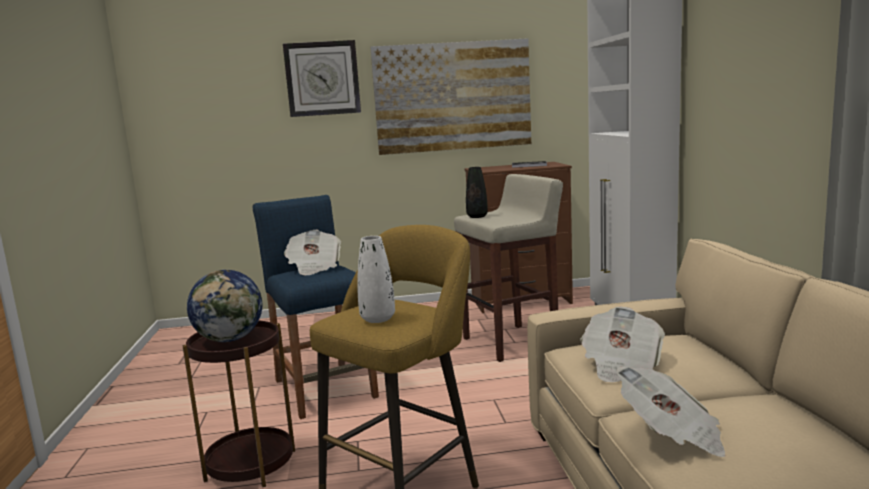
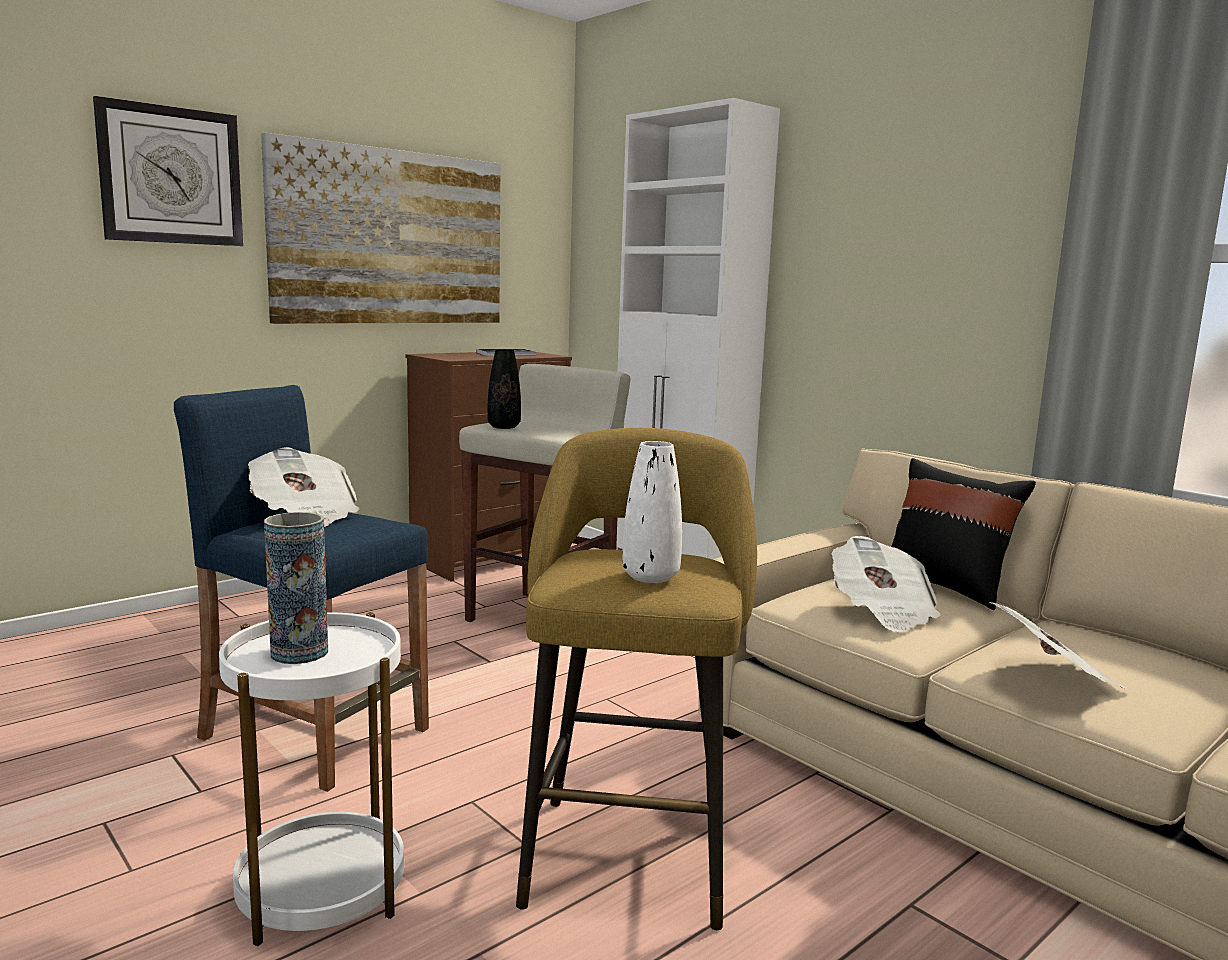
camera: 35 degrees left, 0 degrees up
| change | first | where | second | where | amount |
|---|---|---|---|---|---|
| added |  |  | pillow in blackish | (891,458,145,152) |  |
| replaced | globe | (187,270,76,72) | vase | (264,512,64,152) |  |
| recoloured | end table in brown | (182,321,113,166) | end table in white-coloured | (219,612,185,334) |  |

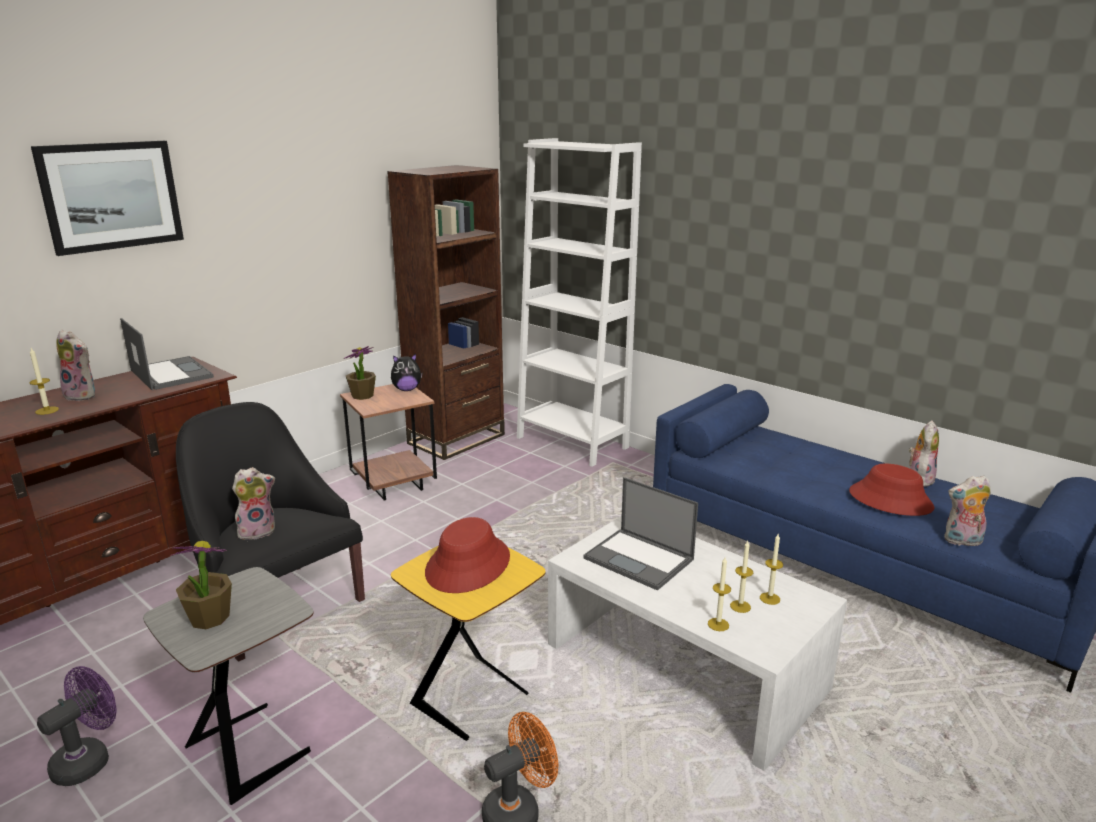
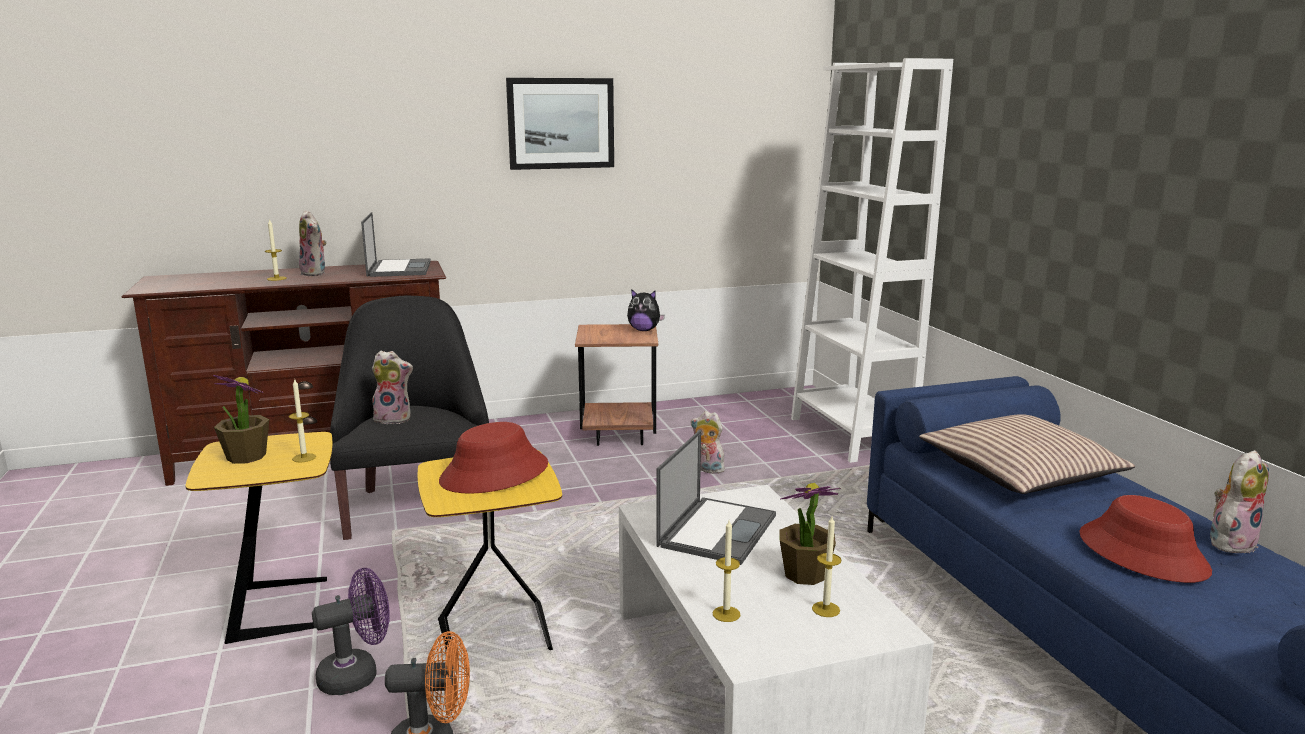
camera: 30 degrees right, 5 degrees down
| change | first | where | second | where | amount |
|---|---|---|---|---|---|
| removed | bookcase in brown | (387,165,118,295) |  |  |  |
| added |  |  | pillow | (919,414,216,80) |  |
| moved | wall picture | (31,141,153,115) |  | (506,78,108,92) |  |
| moved | cooling fan in purple-coloured | (37,666,80,120) |  | (312,568,78,127) |  |
| moved | potted plant | (344,346,32,54) |  | (779,483,62,102) |  |
| moved | wax light | (730,541,23,72) |  | (289,378,27,85) |  |
| moved | cuddly toy | (944,476,47,70) |  | (691,411,34,63) |  |
| recoloured | end table in greyish | (143,567,170,238) | end table in yellowish | (185,432,148,212) |  |
| turned | portable computer | (583,477,115,114) |  | (656,430,120,135) | 135 degrees counterclockwise |

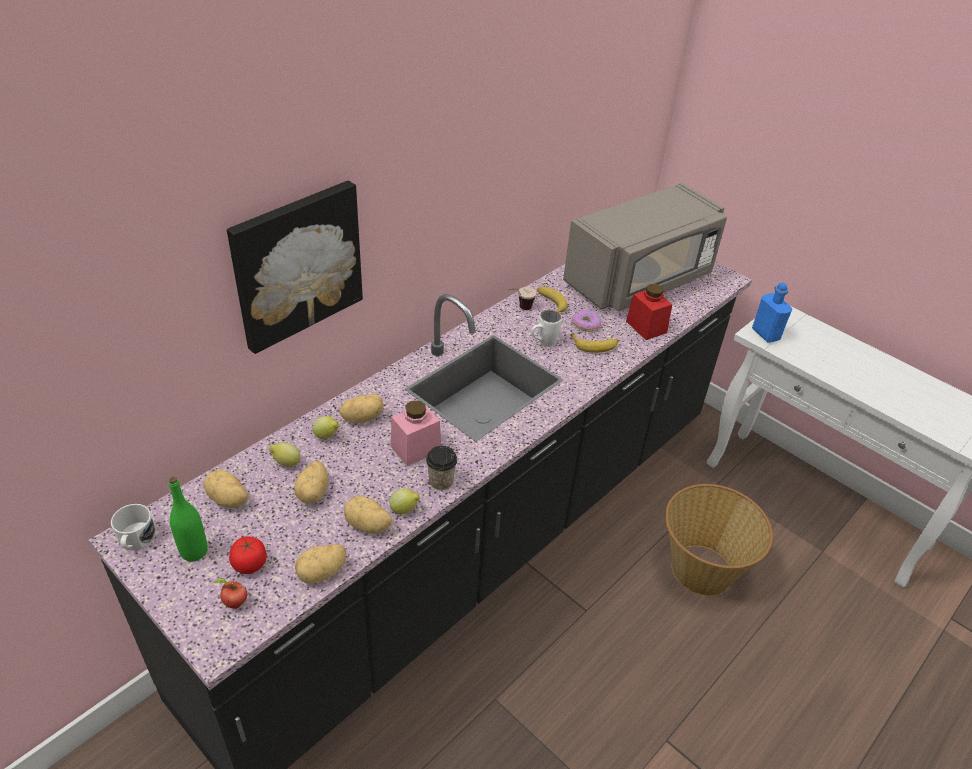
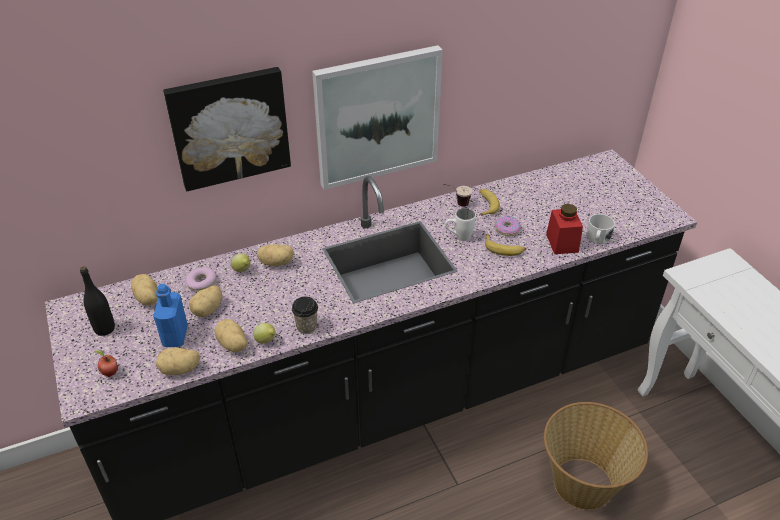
camera: 25 degrees right, 0 degrees up
| change | first | where | second | where | amount |
|---|---|---|---|---|---|
| removed | tomato | (229,536,38,38) |  |  |  |
| removed | storage jar in pinkish | (391,400,50,66) |  |  |  |
| removed | microwave oven in greyish | (563,183,164,128) |  |  |  |
| added |  |  | wall picture | (312,45,131,145) |  |
| moved | coffee mug in white-coloured | (111,504,45,46) |  | (586,214,29,30) |  |
| moved | bottle in bluish | (752,283,40,60) |  | (153,284,35,63) |  |
| replaced | citrus fruit | (269,442,31,25) | ring doughnut | (186,267,31,25) |  |
| recoloured | bottle in green-coloured | (169,477,39,84) | bottle in blackish | (80,266,35,70) |  |

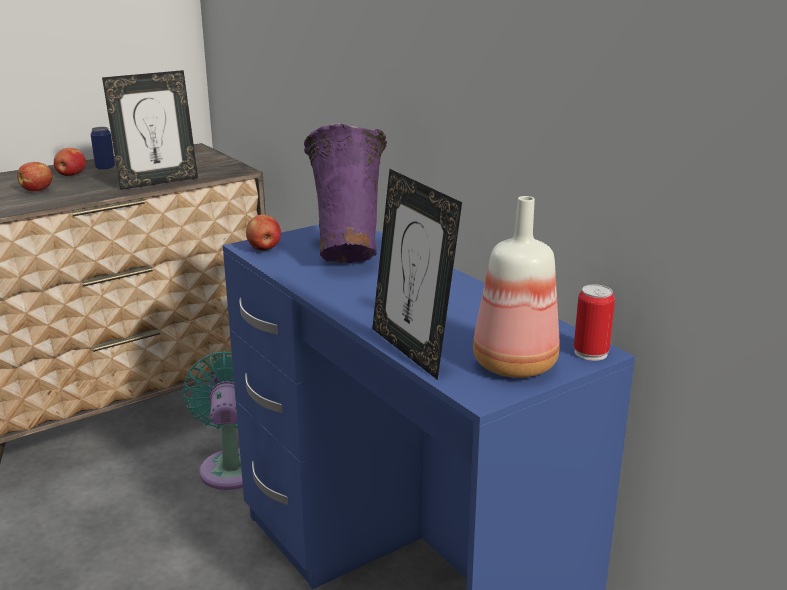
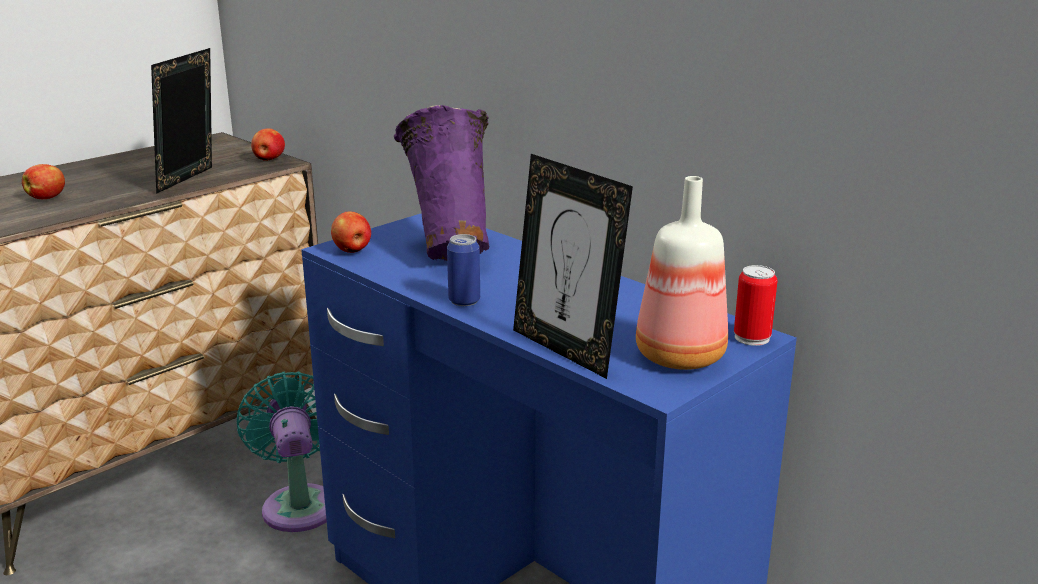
camera: 10 degrees left, 0 degrees up
| change | first | where | second | where | amount |
|---|---|---|---|---|---|
| moved | apple fruit | (54,148,32,28) |  | (251,128,34,33) |  |
| moved | sealed can | (90,127,25,43) |  | (447,234,33,72) |  |
| turned | photo frame | (102,70,96,120) |  | (151,48,61,146) | 150 degrees clockwise |

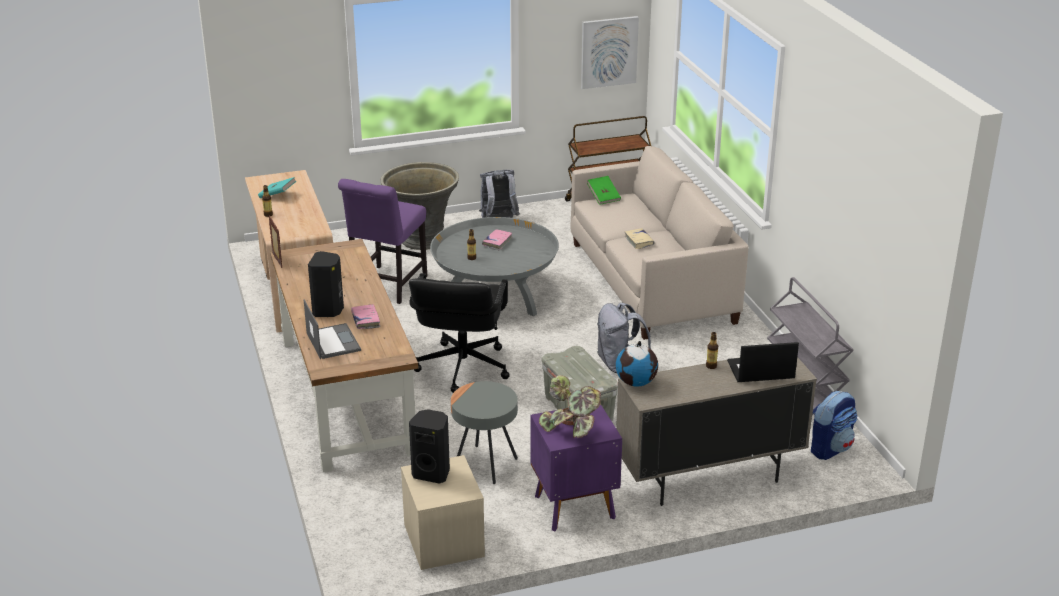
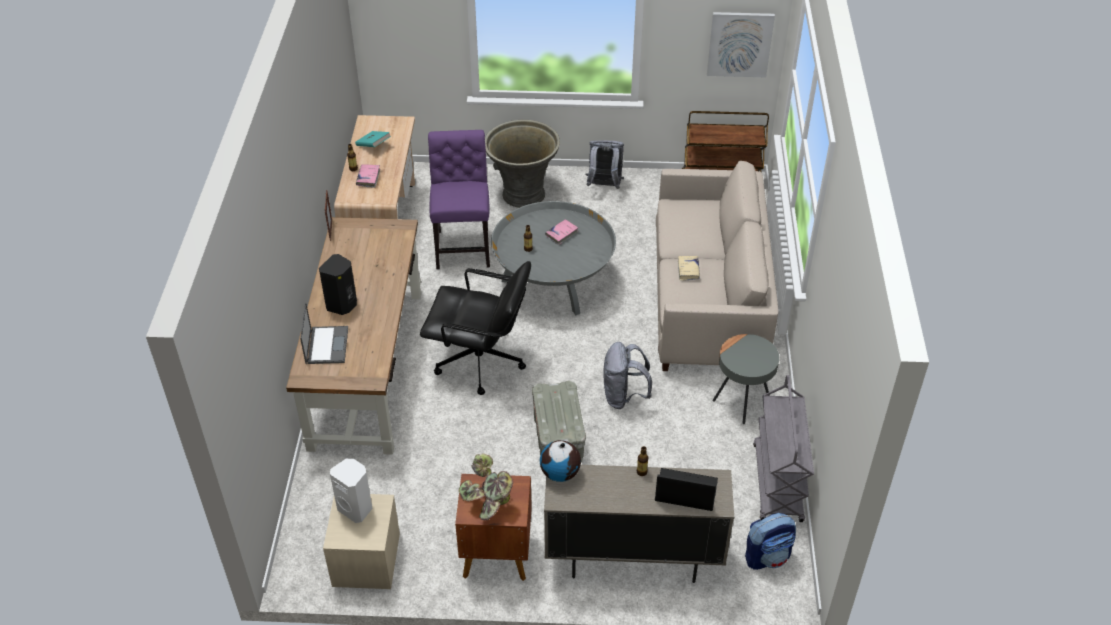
camera: 20 degrees right, 15 degrees up
| change | first | where | second | where | amount |
|---|---|---|---|---|---|
| removed | volume in green-coloured | (587,176,34,29) |  |  |  |
| moved | volume in pinkish | (351,304,29,25) |  | (356,164,24,24) |  |
| moved | end table in greyish | (451,381,67,103) |  | (713,334,66,90) |  |
| recoloured | speaker in blackish | (409,409,41,75) | speaker in white-coloured | (330,459,43,64) |  |
| recoloured | night table in purple-coloured | (530,404,92,127) | night table in brown | (455,474,77,107) |  |
| turned | upright chair in purple-coloured | (338,179,89,125) |  | (428,130,62,140) | 135 degrees clockwise |
| turned | computer chair in blackish | (409,273,101,120) |  | (420,261,111,134) | 105 degrees counterclockwise |

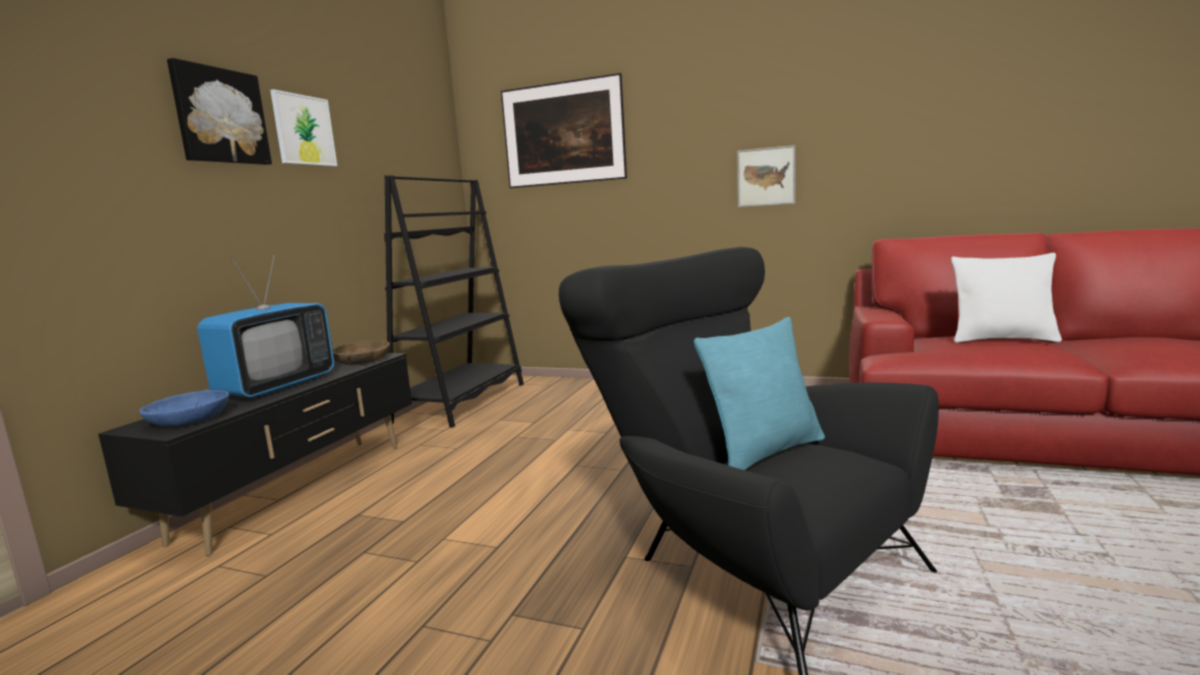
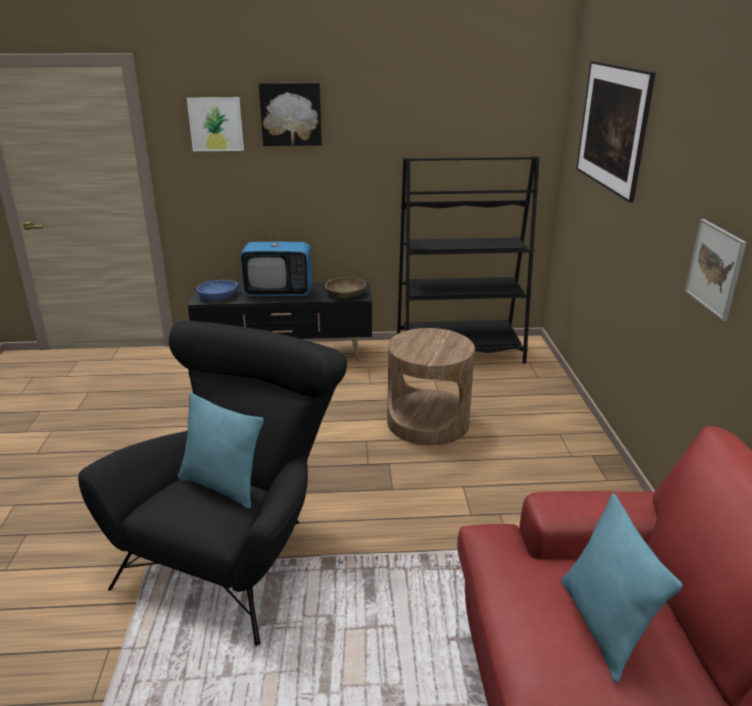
camera: 65 degrees right, 15 degrees up
| change | first | where | second | where | amount |
|---|---|---|---|---|---|
| added |  |  | end table in brown | (387,328,88,117) |  |
| moved | wall picture | (270,89,67,78) |  | (187,97,57,54) |  |
| recoloured | pillow in white-coloured | (951,253,111,90) | pillow in turquoise | (561,493,122,190) |  |

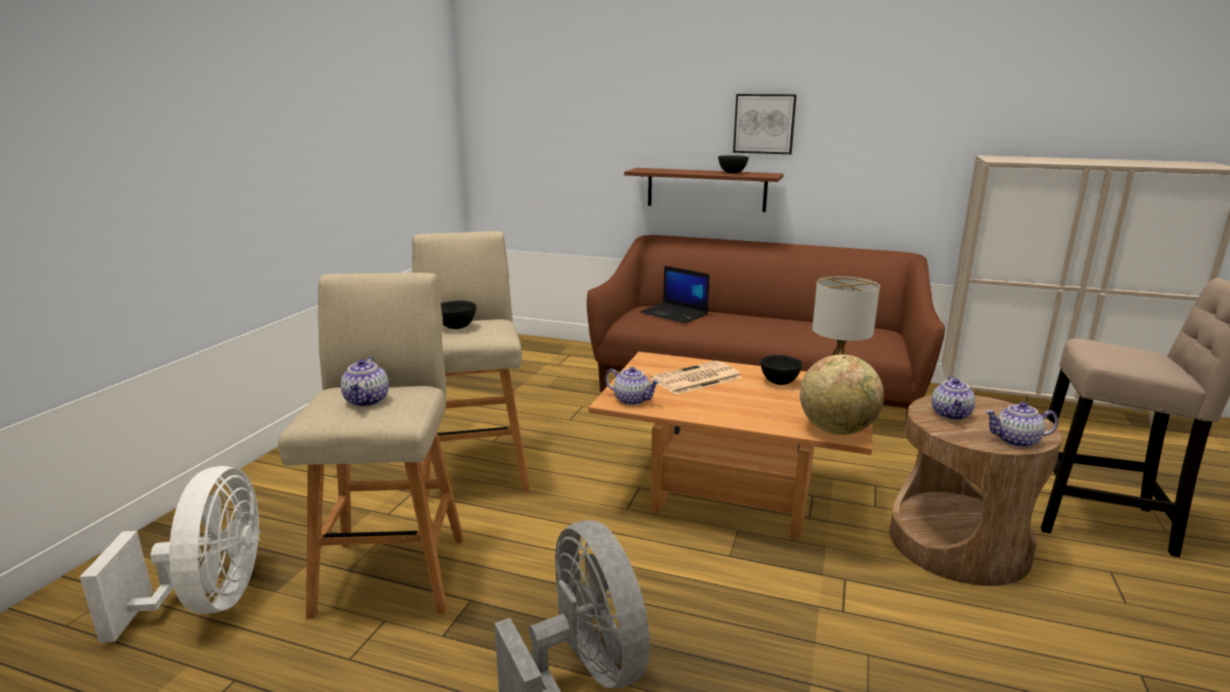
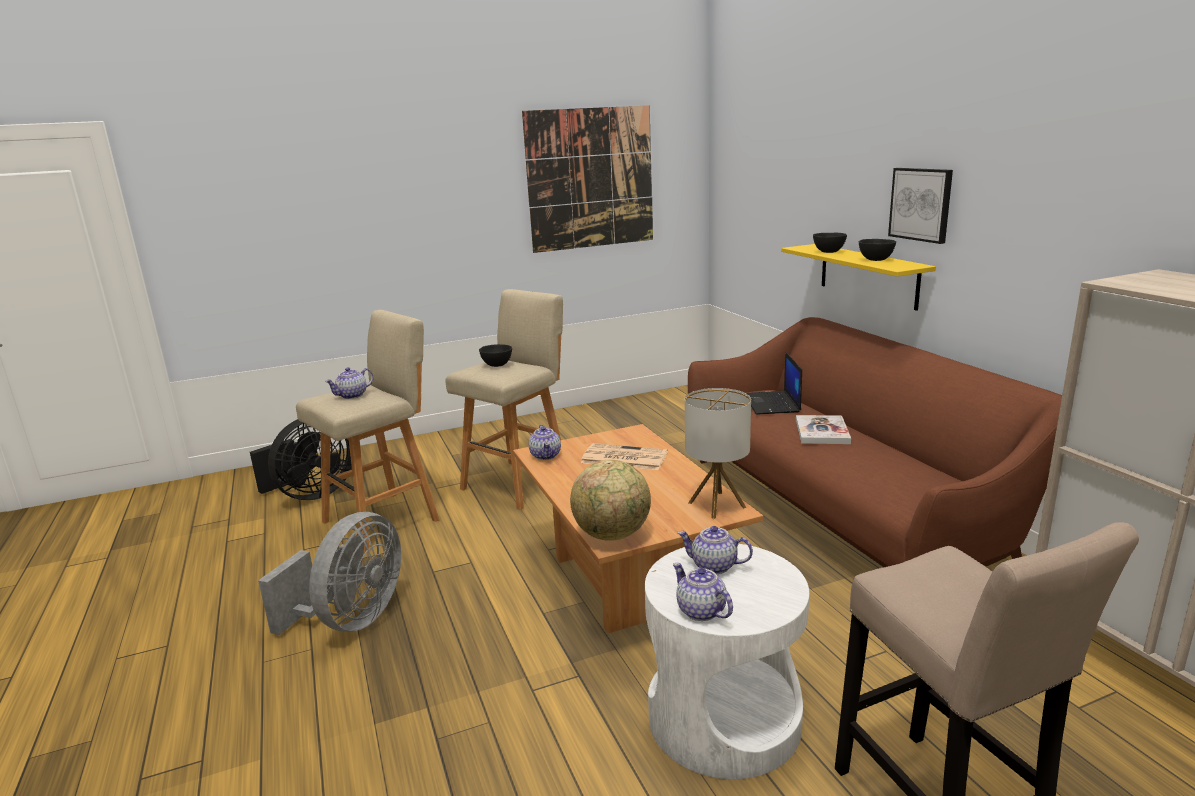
camera: 50 degrees right, 0 degrees up
| change | first | where | second | where | amount |
|---|---|---|---|---|---|
| added |  |  | wall picture | (522,105,131,148) |  |
| added |  |  | volume | (796,415,55,29) |  |
| moved | deep dish in blackish | (760,355,43,30) |  | (813,233,34,20) |  |
| recoloured | cooling fan in white-coloured | (80,466,180,177) | cooling fan in blackish | (250,419,102,81) |  |
| recoloured | wall shelf in brown | (624,168,159,44) | wall shelf in yellowish | (781,244,155,67) |  |
| recoloured | end table in brown | (889,395,173,191) | end table in white-coloured | (645,544,164,235) |  |
| turned | pot for tea | (931,376,44,44) |  | (678,526,75,48) | 45 degrees clockwise |

